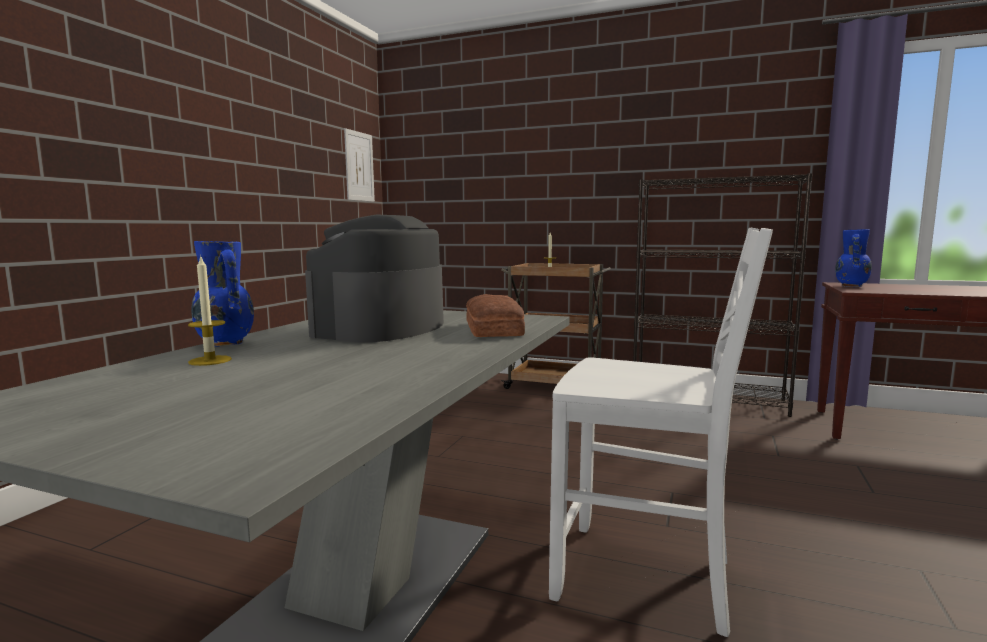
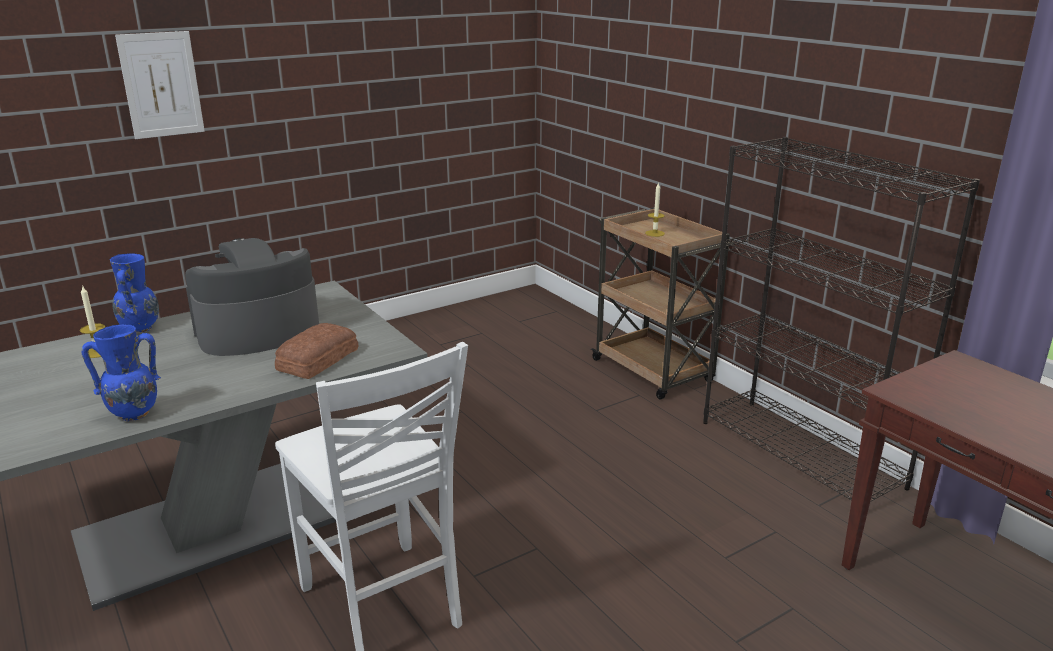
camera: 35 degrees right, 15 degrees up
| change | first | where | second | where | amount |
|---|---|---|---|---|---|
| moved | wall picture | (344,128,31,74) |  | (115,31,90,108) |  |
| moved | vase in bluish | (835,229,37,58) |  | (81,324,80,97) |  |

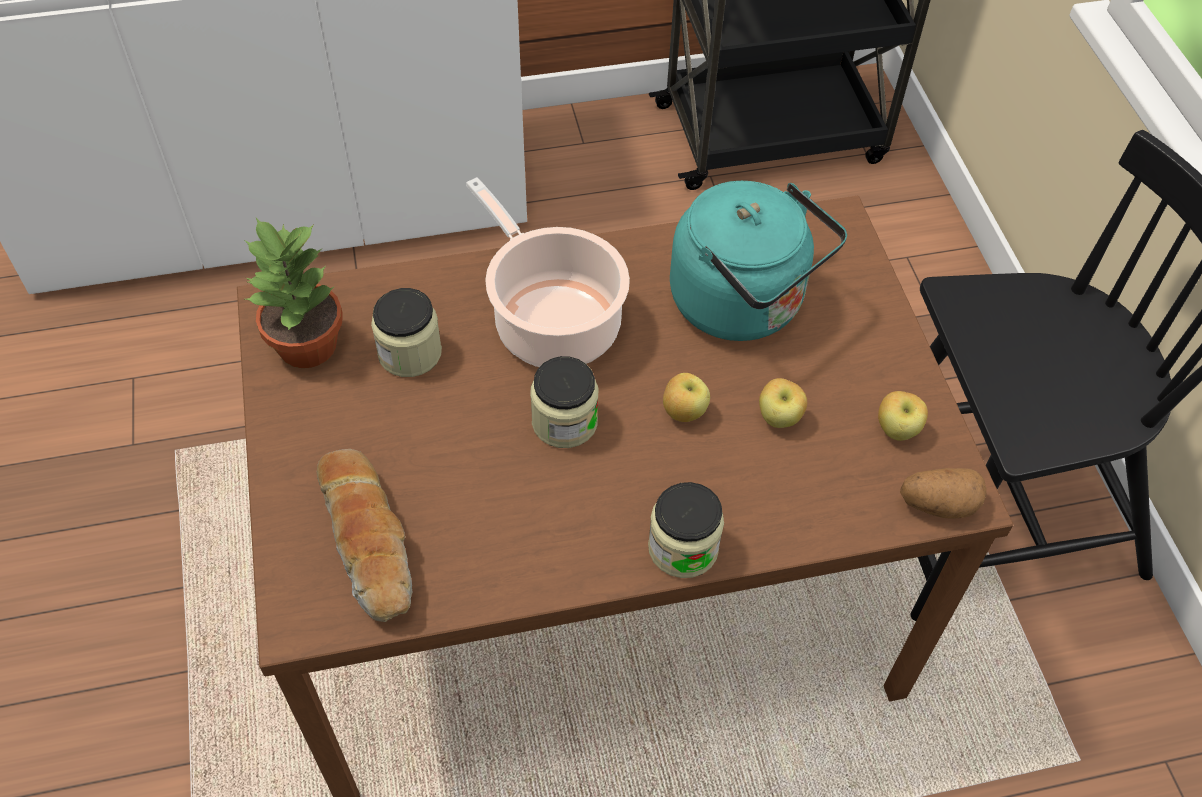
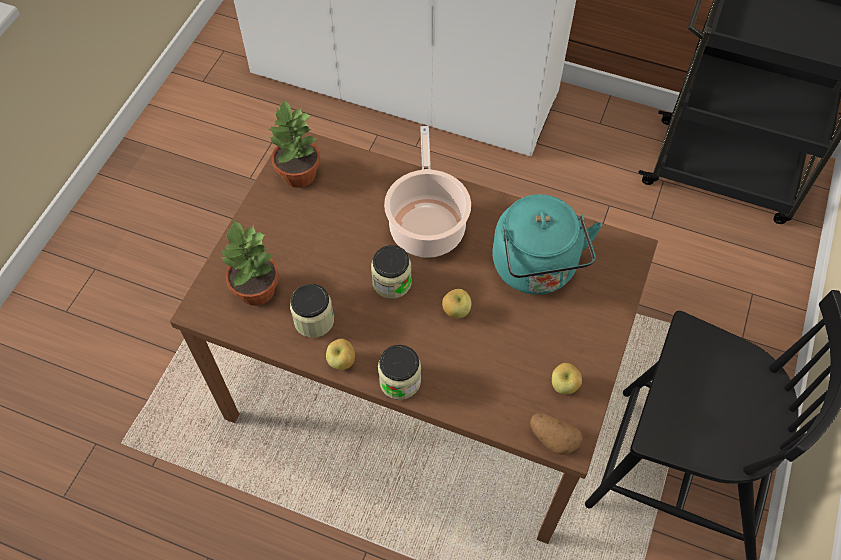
camera: 35 degrees right, 5 degrees up
| change | first | where | second | where | amount |
|---|---|---|---|---|---|
| moved | storage jar | (371,288,71,89) |  | (290,284,44,54) |  |
| moved | apple fruit | (759,378,48,50) |  | (326,339,29,31) |  |
| replaced | baked bread | (317,449,95,173) | potted plant | (219,220,60,86) |  |

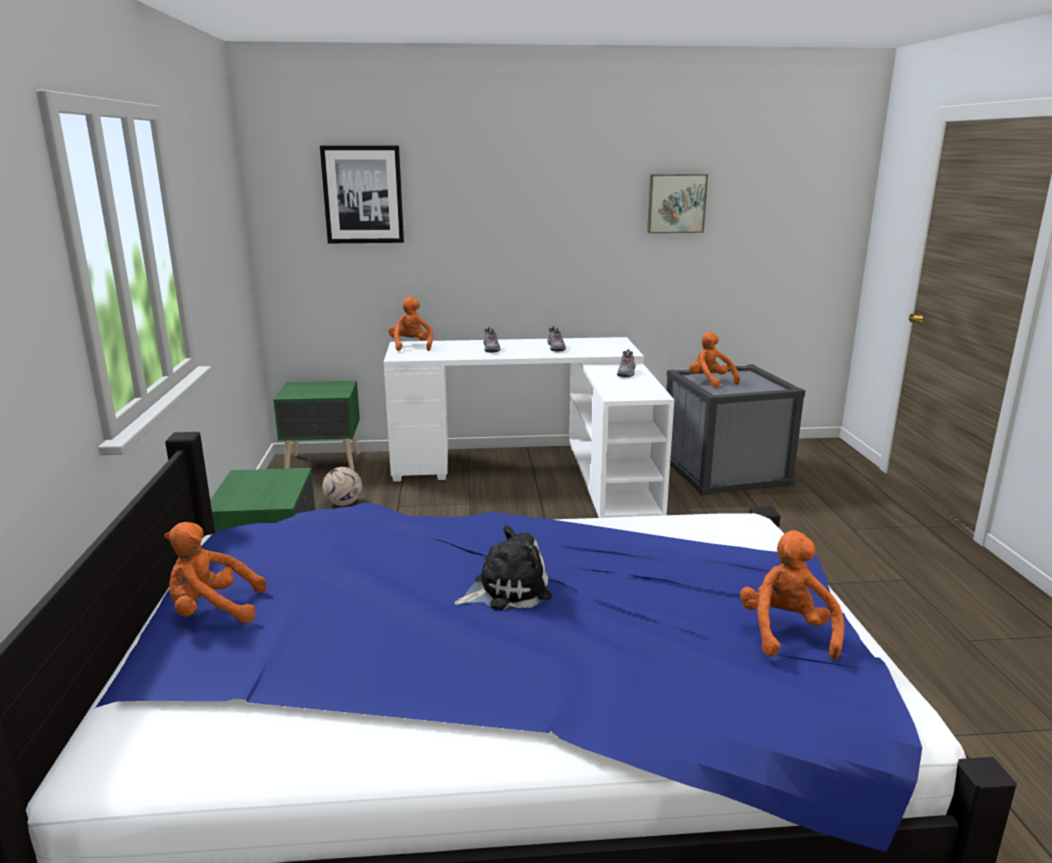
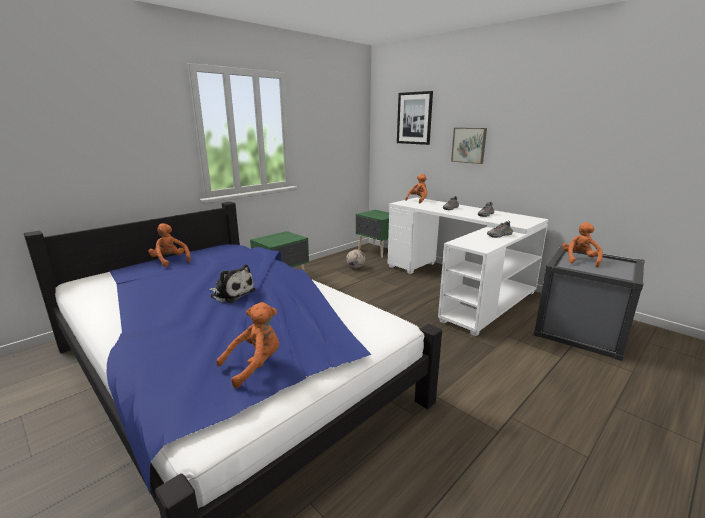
camera: 50 degrees right, 0 degrees up
| change | first | where | second | where | amount |
|---|---|---|---|---|---|
| moved | wall picture | (647,174,61,59) |  | (451,128,36,36) |  |

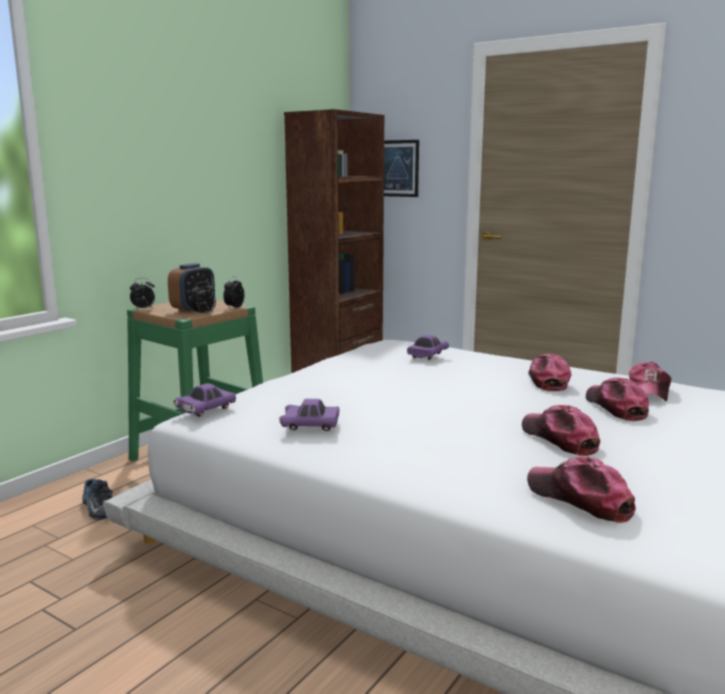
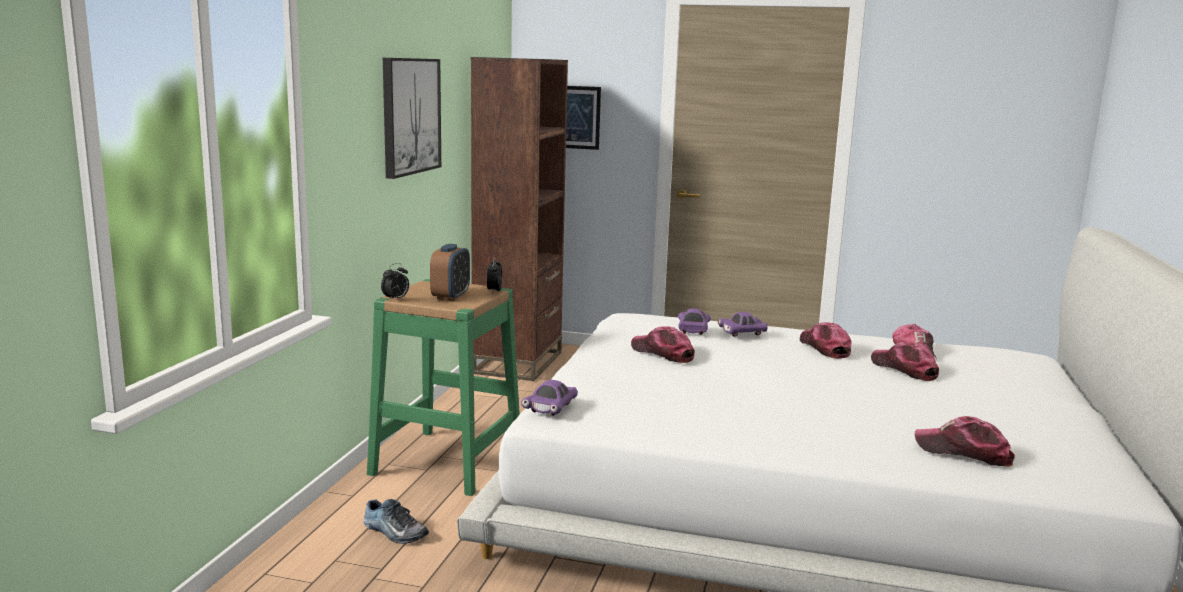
camera: 20 degrees left, 0 degrees up
| change | first | where | second | where | amount |
|---|---|---|---|---|---|
| removed | alarm clock | (190,282,26,33) |  |  |  |
| added |  |  | wall picture | (383,58,58,121) |  |
| moved | toy car in purple-coloured | (279,399,60,32) |  | (718,312,50,25) |  |
| moved | peaked cap | (522,405,78,51) |  | (631,326,64,37) |  |

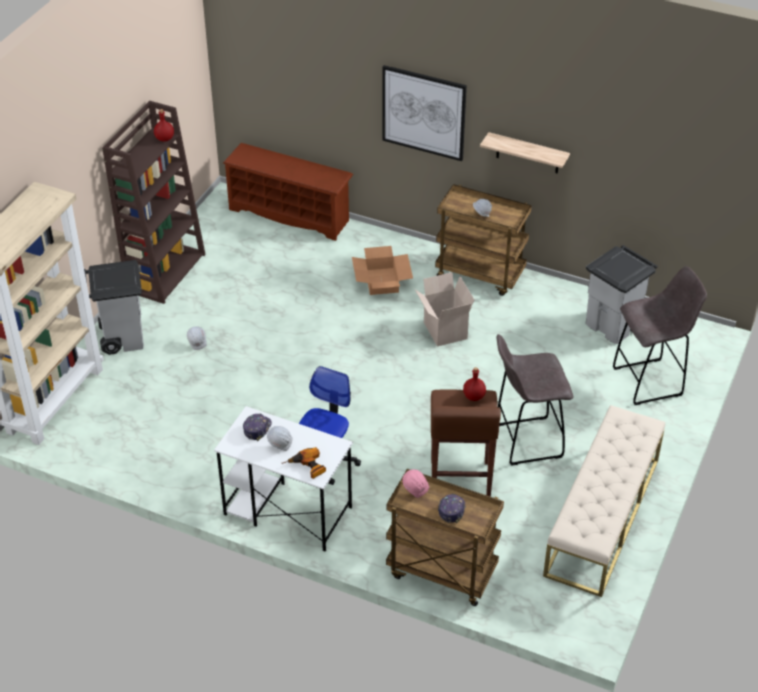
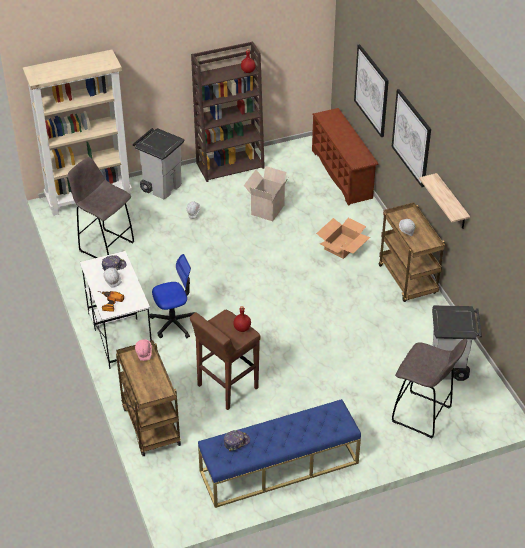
camera: 45 degrees right, 0 degrees up
| change | first | where | second | where | amount |
|---|---|---|---|---|---|
| added |  |  | wall picture | (354,44,35,93) |  |
| moved | packing box | (415,272,60,75) |  | (244,166,44,55) |  |
| moved | peaked cap | (438,494,28,30) |  | (224,430,26,21) |  |
| moved | sitting stool in greyish | (496,334,78,132) |  | (67,157,67,101) |  |
| recoloured | indoor bench in beige | (543,405,122,192) | indoor bench in bluish | (198,399,163,109) |  |

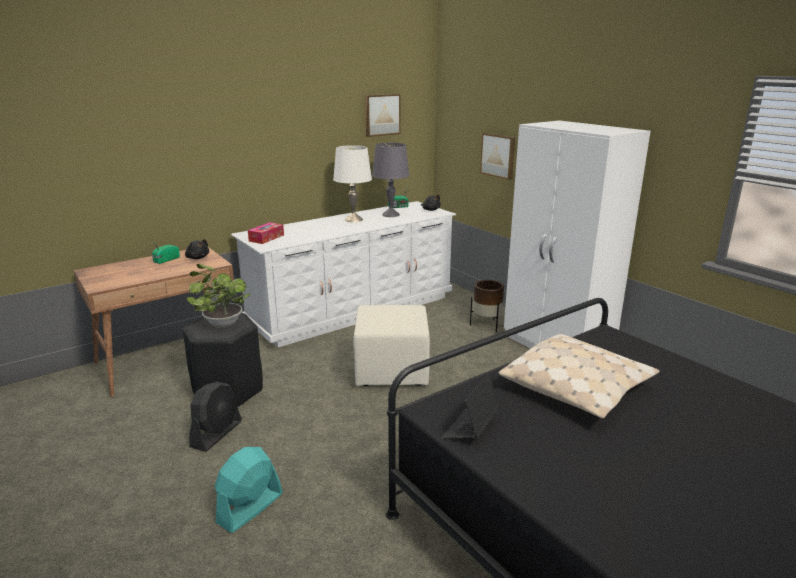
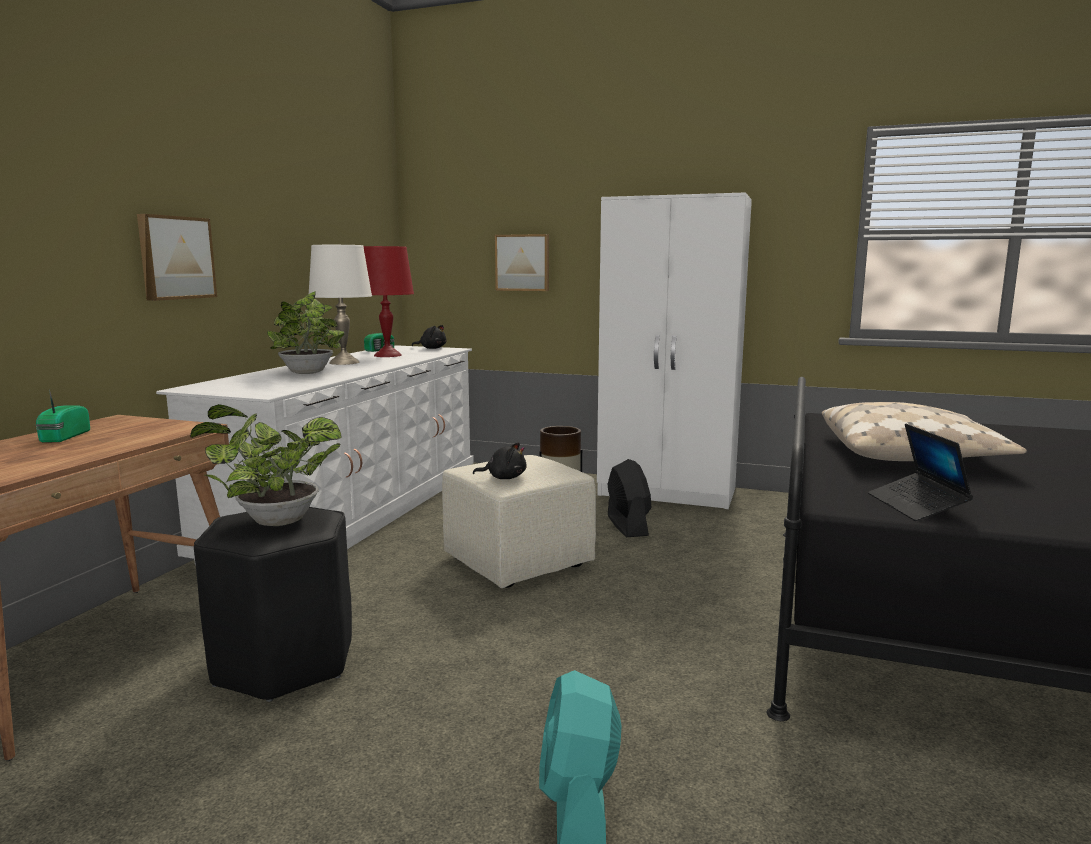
camera: 35 degrees left, 10 degrees down
| change | first | where | second | where | amount |
|---|---|---|---|---|---|
| removed | tissue box | (248,222,36,22) |  |  |  |
| added |  |  | potted plant | (267,291,78,83) |  |
| moved | cuddly toy in blackish | (185,239,24,20) |  | (473,442,54,37) |  |
| moved | cooling fan in blackish | (189,382,53,70) |  | (607,459,45,78) |  |
| moved | wall picture | (365,94,35,43) |  | (137,214,80,87) |  |
| recoloured | table lamp in greyish | (372,143,37,74) | table lamp in red | (364,246,50,111) |  |

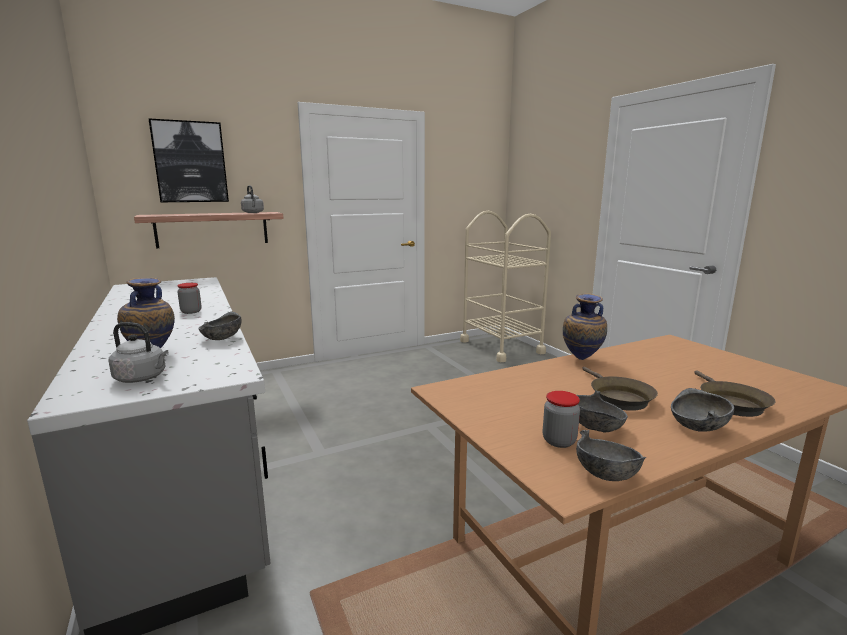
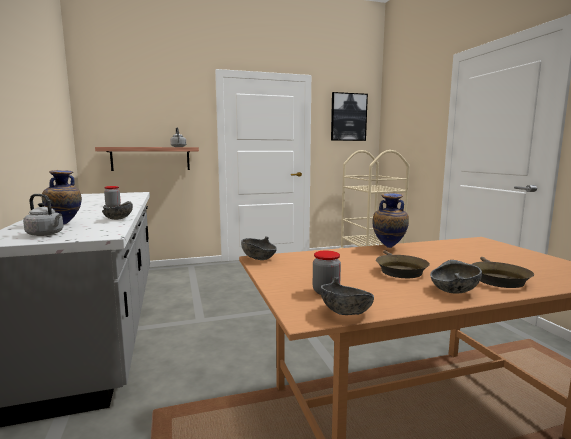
camera: 10 degrees right, 5 degrees down
| change | first | where | second | where | amount |
|---|---|---|---|---|---|
| moved | wall picture | (148,118,81,84) |  | (331,92,37,49) |  |
| moved | deep dish in greyish | (577,390,51,42) |  | (241,236,36,24) |  |

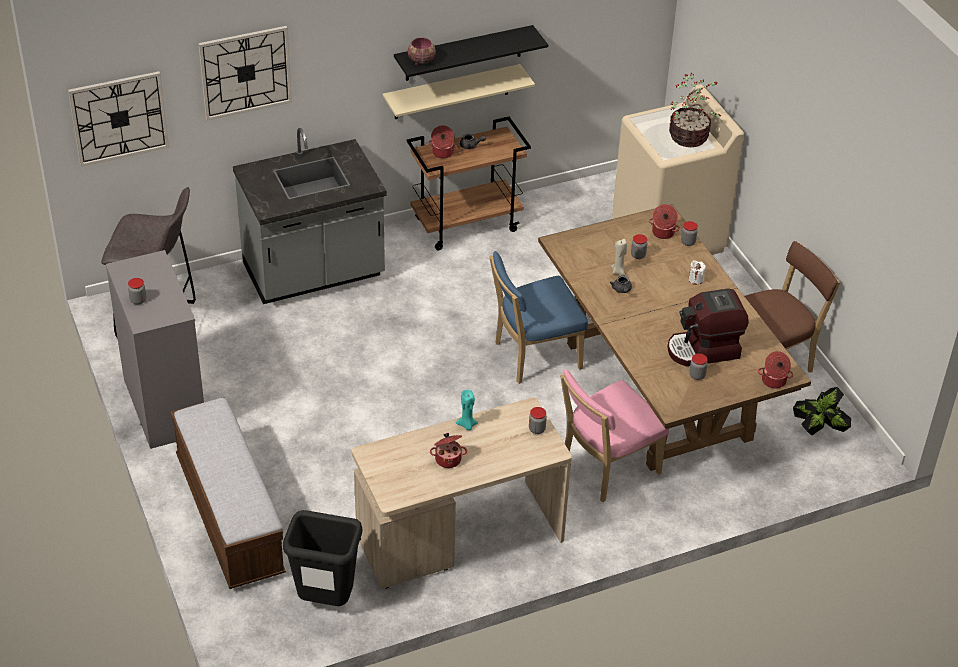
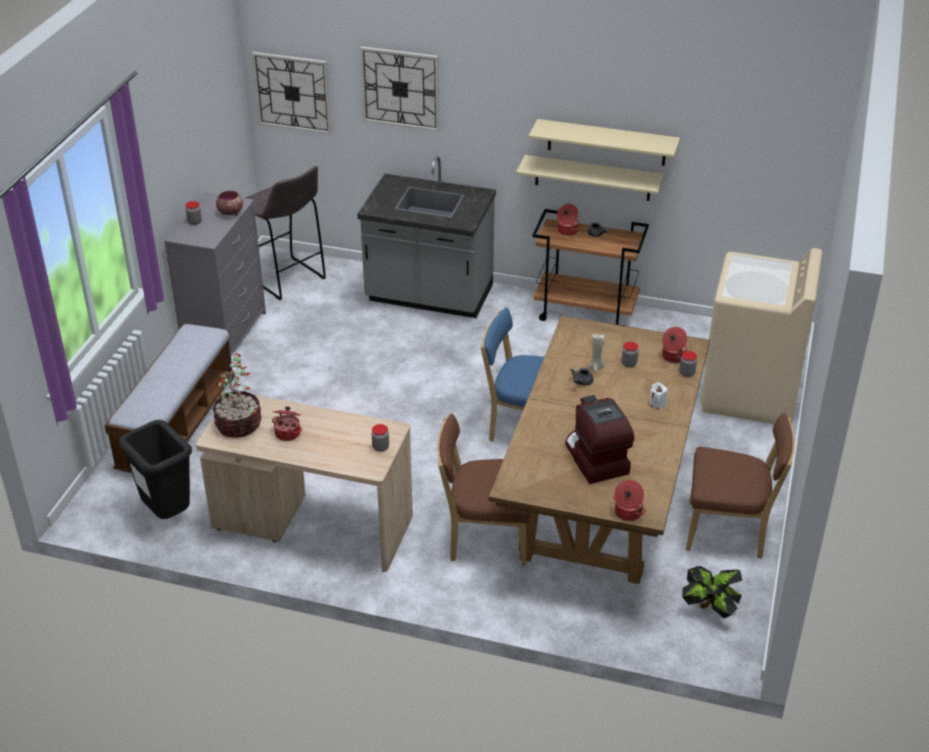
camera: 40 degrees right, 5 degrees down
| change | first | where | second | where | amount |
|---|---|---|---|---|---|
| removed | wax light in turquoise | (456,390,22,40) |  |  |  |
| removed | storage jar | (689,353,19,27) |  |  |  |
| moved | deep dish | (408,37,28,29) |  | (216,190,27,26) |  |
| moved | potted plant | (669,72,53,75) |  | (213,353,48,85) |  |
| recoloured | wall shelf in blackish | (394,25,154,56) | wall shelf in beige | (529,119,151,47) |  |
| recoloured | upright chair in pinkish | (560,369,110,133) | upright chair in brown | (437,413,93,153) |  |
| turned | coffee brewer | (668,288,80,79) |  | (565,395,69,89) | 45 degrees clockwise |

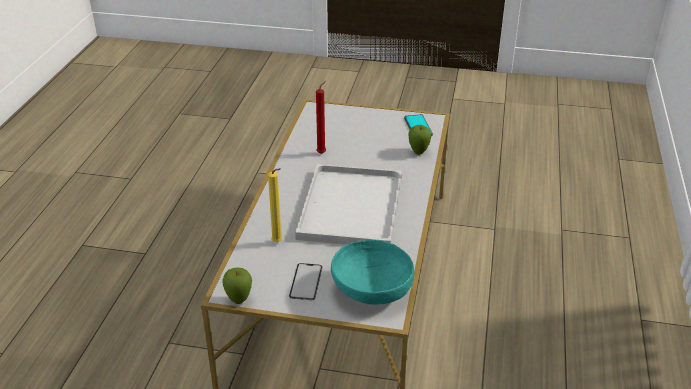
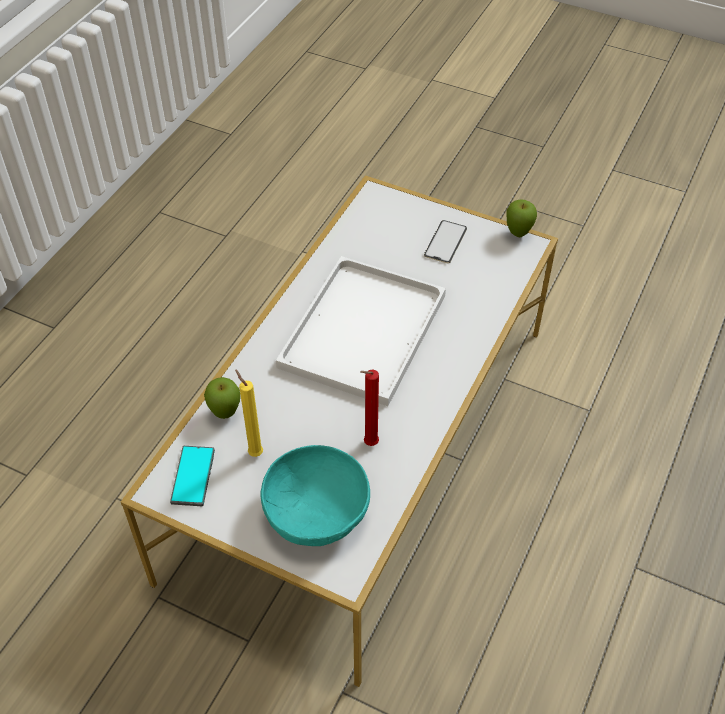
camera: 165 degrees left, 15 degrees up
| change | first | where | second | where | amount |
|---|---|---|---|---|---|
| moved | wax light in yellowish | (268,168,15,74) |  | (235,369,28,88) |  |
| moved | deep dish in turquoise | (331,240,83,65) |  | (261,445,109,101) |  |

